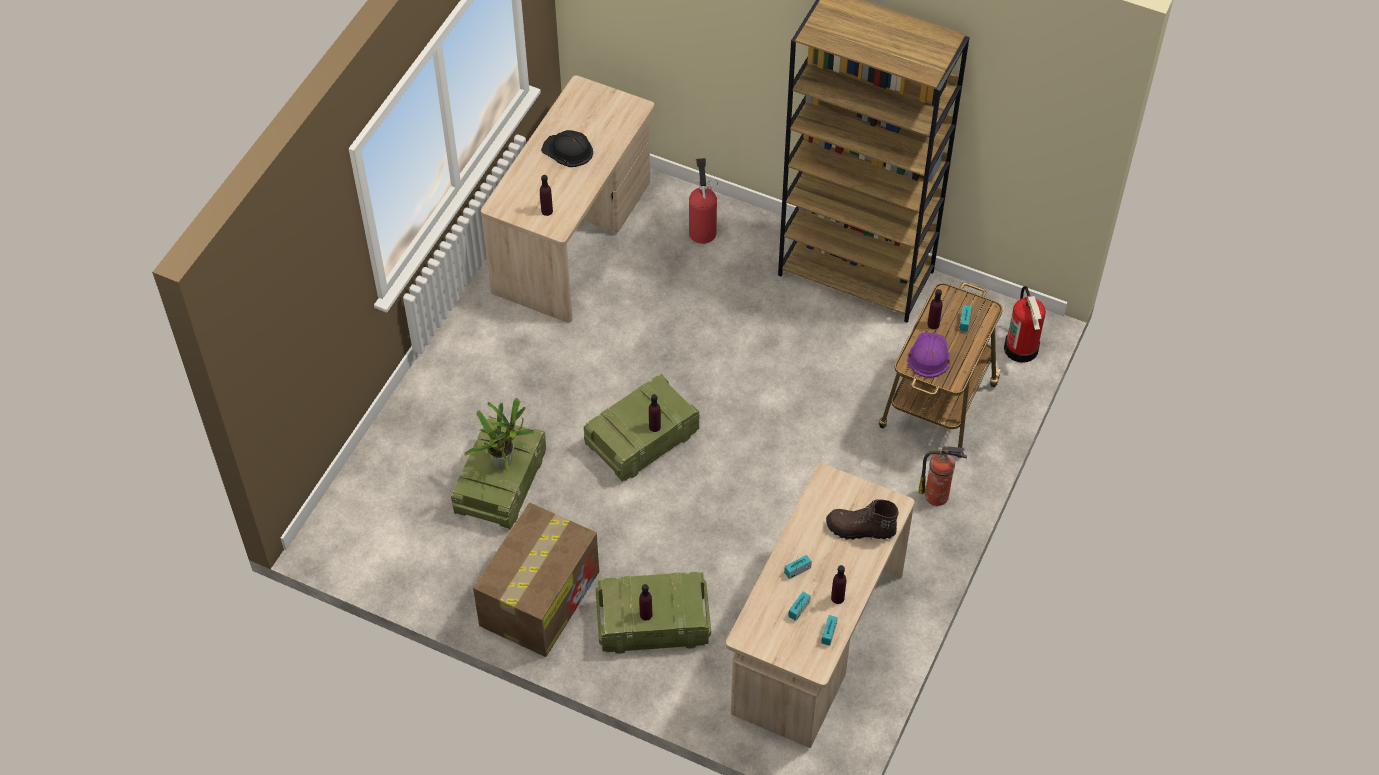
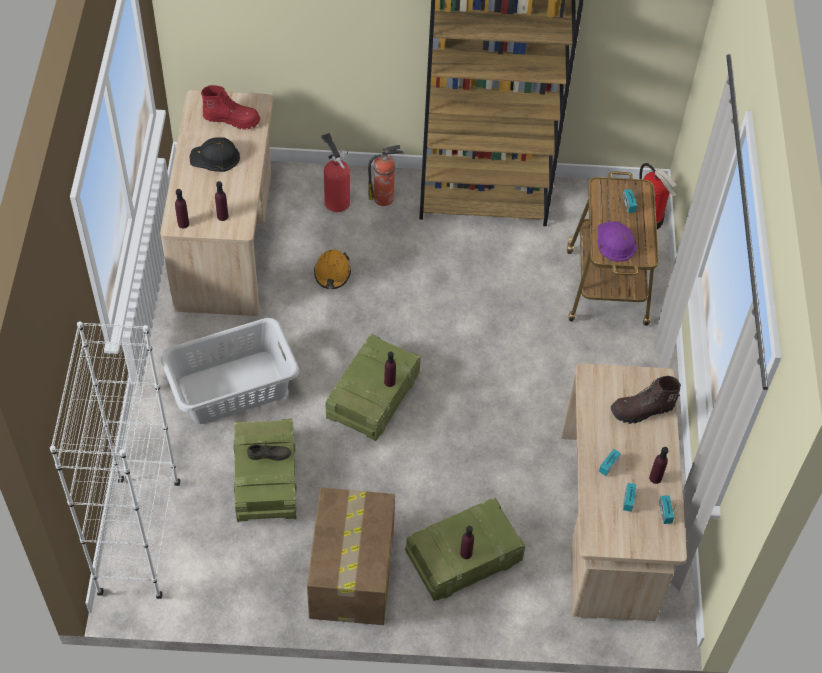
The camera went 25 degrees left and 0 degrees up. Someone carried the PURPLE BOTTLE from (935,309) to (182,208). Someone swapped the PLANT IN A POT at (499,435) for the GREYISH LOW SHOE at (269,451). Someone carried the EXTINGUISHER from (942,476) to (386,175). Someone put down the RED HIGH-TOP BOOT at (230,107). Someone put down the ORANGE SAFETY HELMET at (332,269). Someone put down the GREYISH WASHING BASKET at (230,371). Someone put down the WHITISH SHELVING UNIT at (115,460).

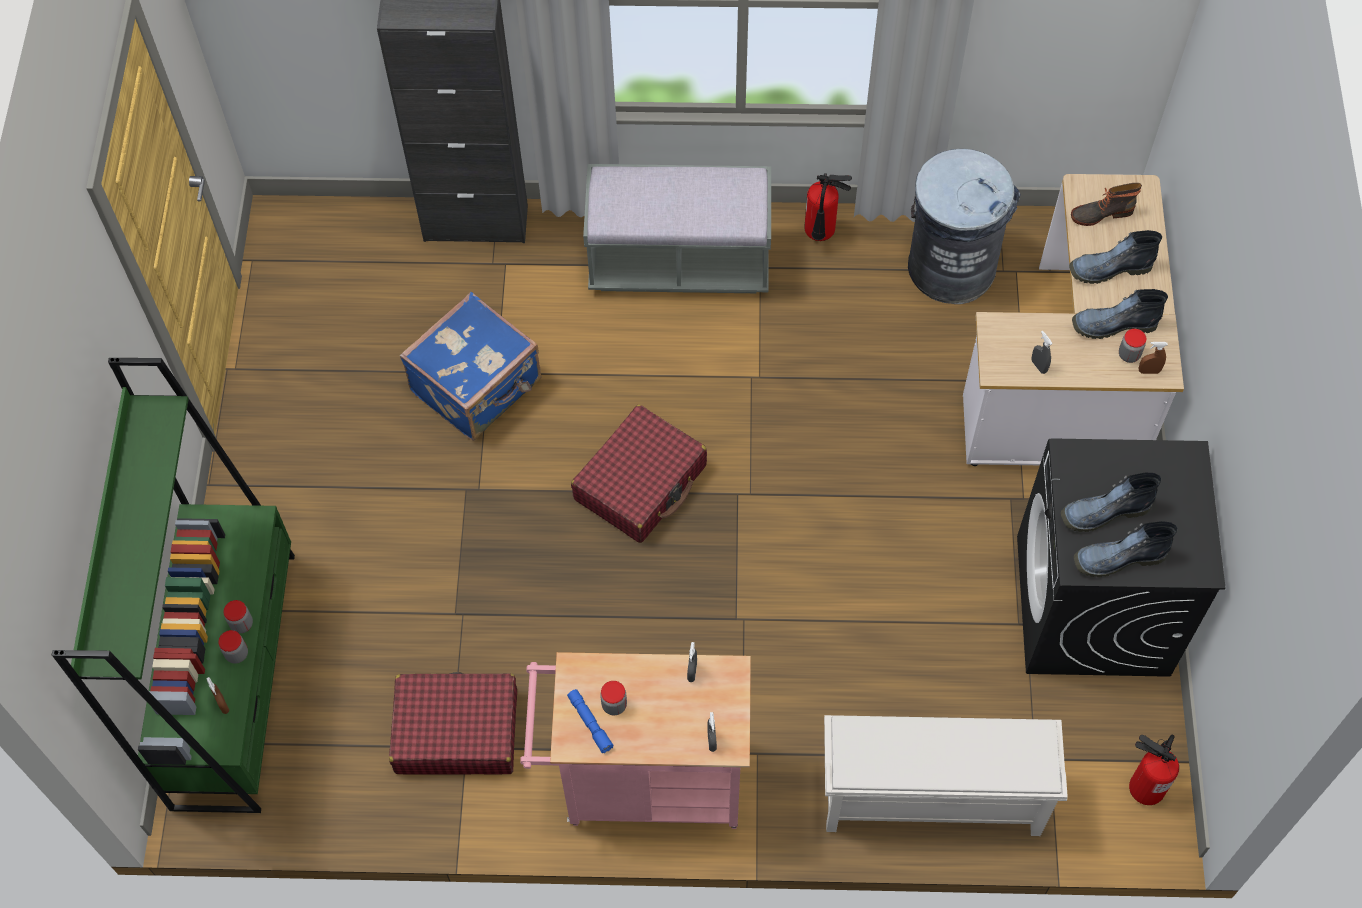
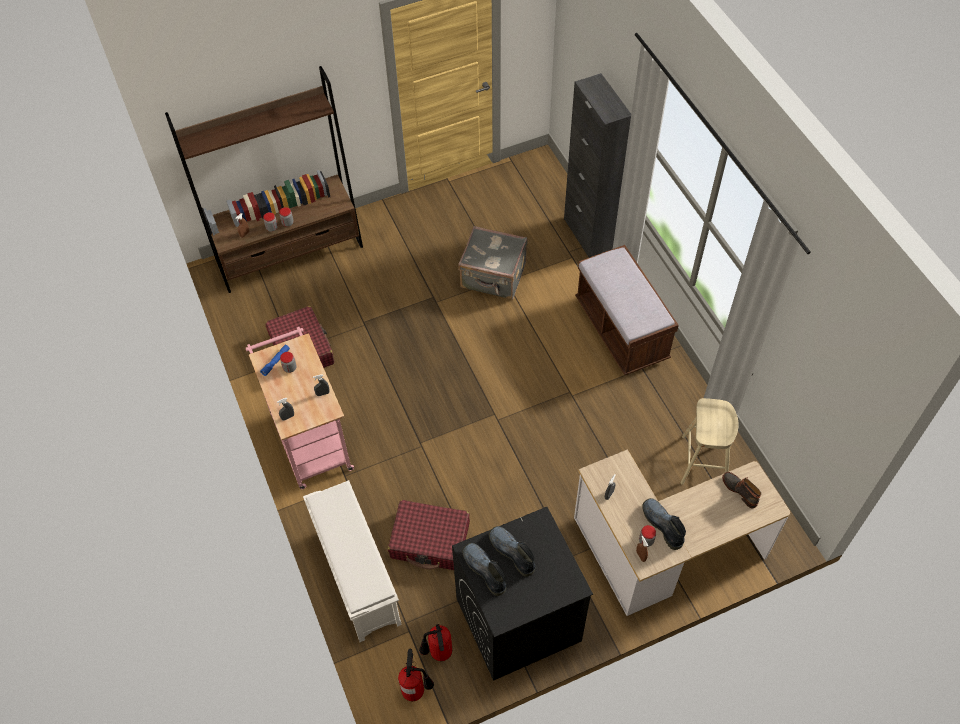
The camera went 65 degrees right and 5 degrees down. Someone swapped the GREYISH WASTE BIN at (964,226) for the BEIGE-COLOURED SITTING STOOL at (710,441). Someone repainted the GREYISH LONG SEAT at (677,228), which became the BROWN-COLOURED LONG SEAT at (627,310). Someone carried the EXTINGUISHER from (828,207) to (435,642). Someone took away the HIGH-TOP BOOT at (1115,257). Someone repainted the BLUE TRAVEL CASE at (471,366), which became the GREYISH TRAVEL CASE at (493,263). Someone repainted the GREENISH SHELVING UNIT at (173,585), which became the BROWN-COLOURED SHELVING UNIT at (264,179). Someone carried the RED TRAVEL CASE from (639,474) to (429,535).

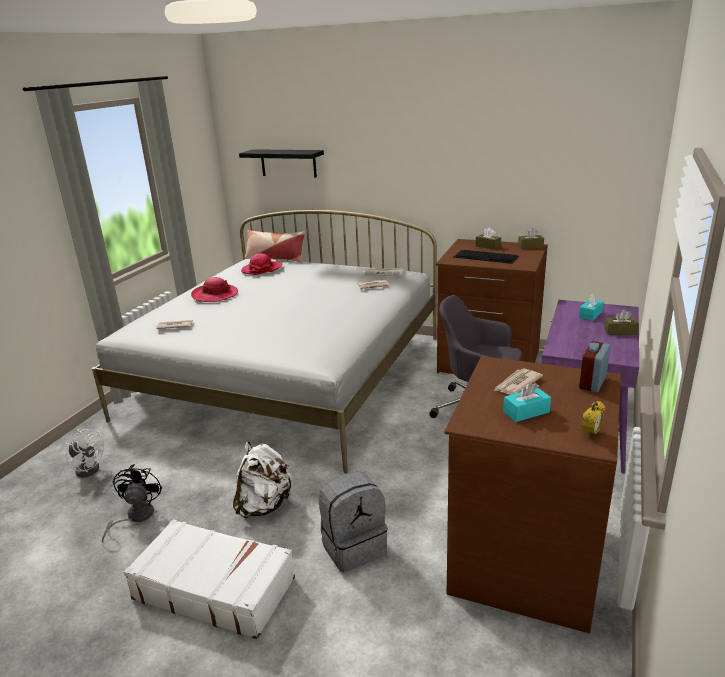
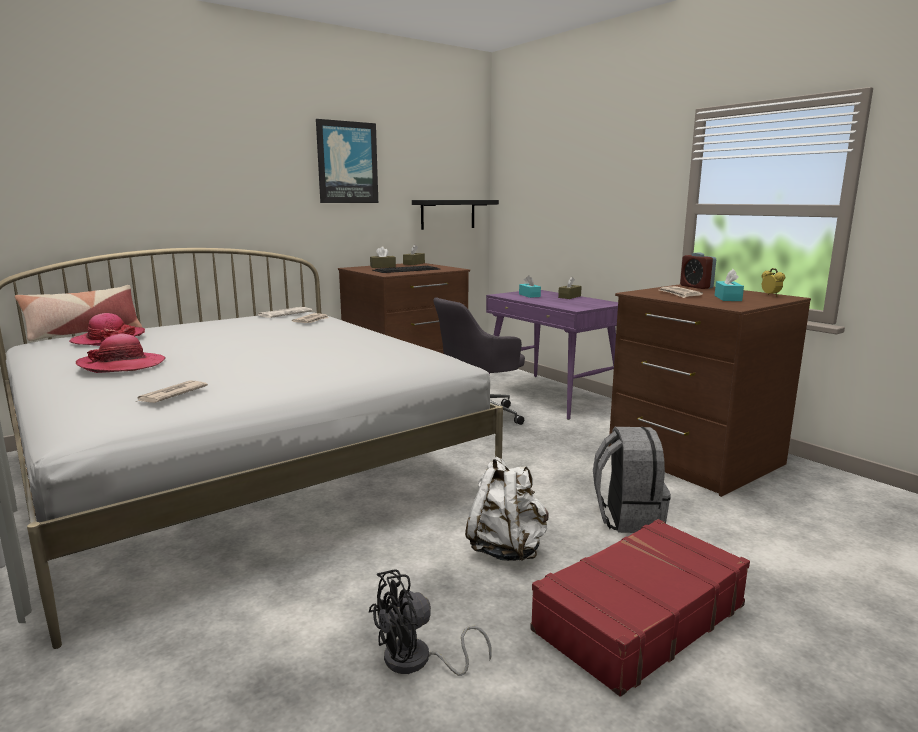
The camera went 60 degrees left and 10 degrees down. Someone carried the BLACK-COLOURED BRACKET SHELF from (281,163) to (455,215). Someone took away the WHITISH COOLING FAN at (84,453). Someone rotated the BLACK-COLOURED COOLING FAN at (132,503) by 60 degrees counterclockwise. Someone repainted the WHITISH TRAVEL CASE at (209,579), which became the RED TRAVEL CASE at (640,608). Someone put up the WALL ART at (347,161).

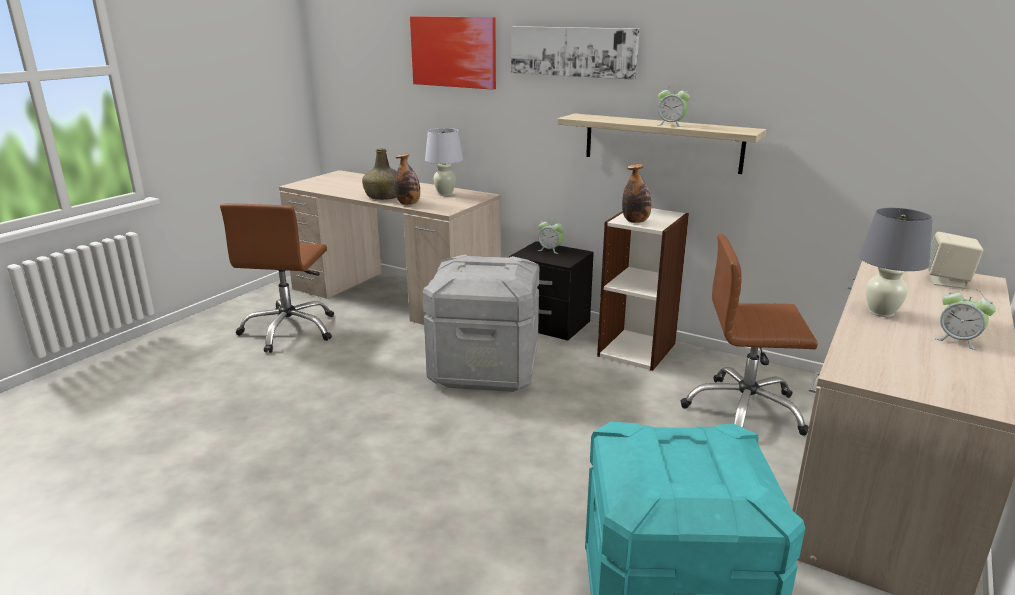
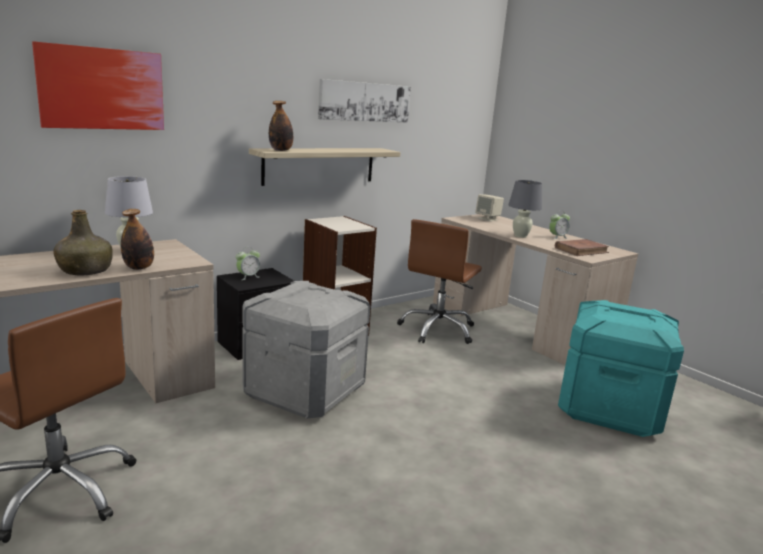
The camera went 70 degrees left and 5 degrees down. Someone carried the WALL ART from (575,53) to (364,101). Someone took away the TABLE CLOCK at (674,106). Someone carried the BOTTLE from (636,193) to (281,126). Someone put down the BROWN-COLOURED BOOK at (582,247).

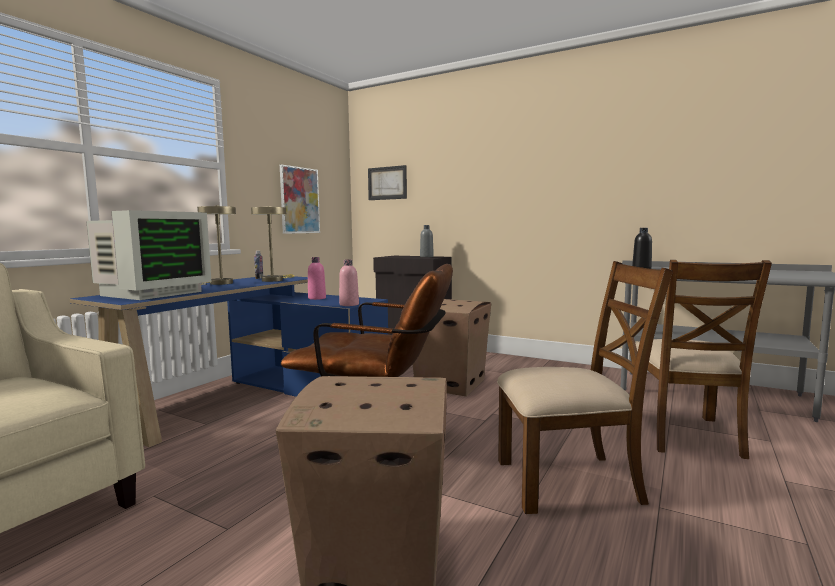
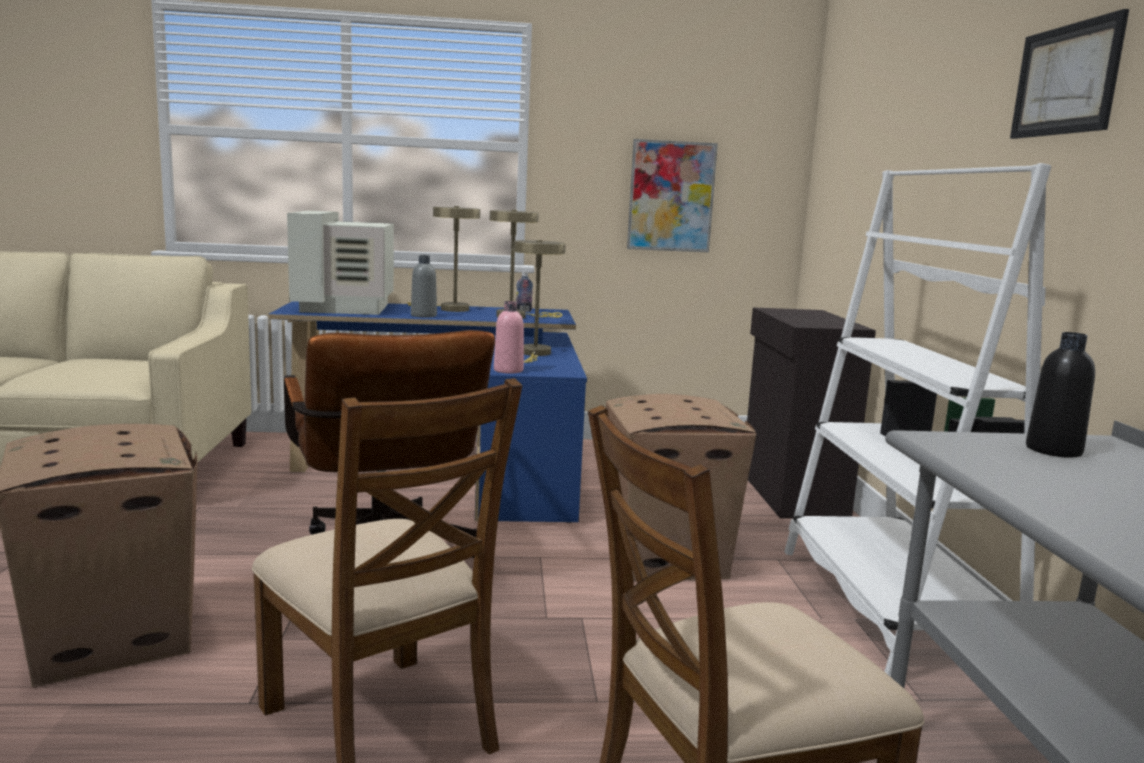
The camera went 55 degrees right and 5 degrees up. Someone carried the WALL ART from (387,182) to (1069,74). Someone rotated the COMPUTER SCREEN at (149,255) by 90 degrees clockwise. Someone carried the GREYISH BOTTLE from (427,241) to (424,286). Someone swapped the PINK BOTTLE at (317,278) for the BEIGE-COLOURED LAMP FOR A TABLE at (539,301). Someone put down the WHITISH SHELVING UNIT at (917,420).

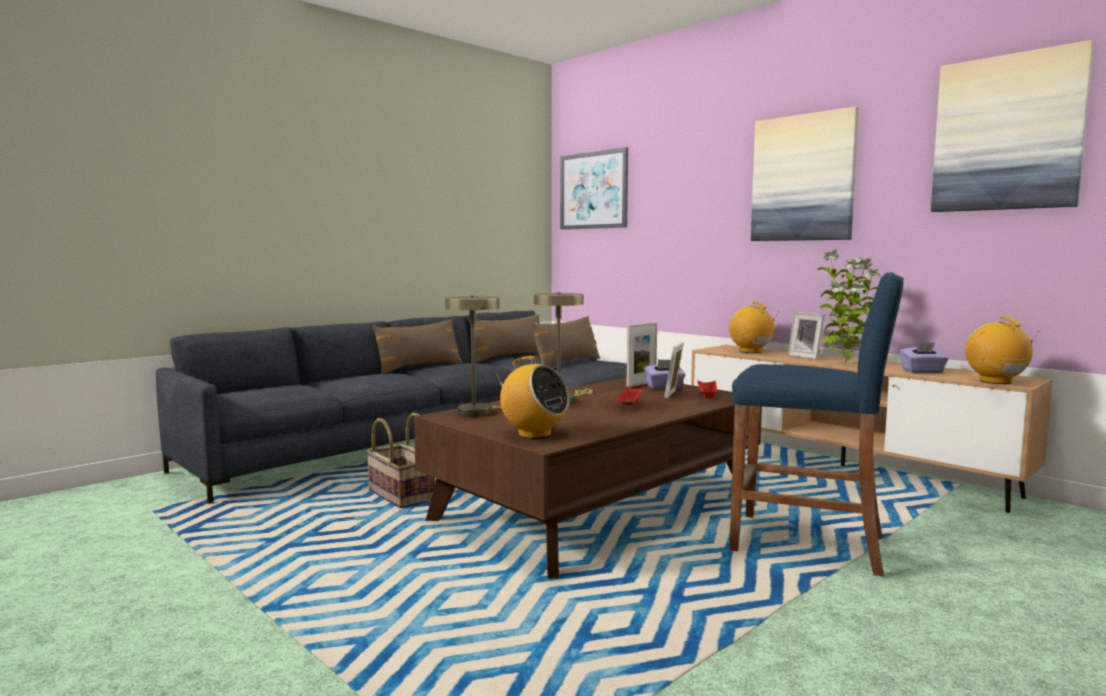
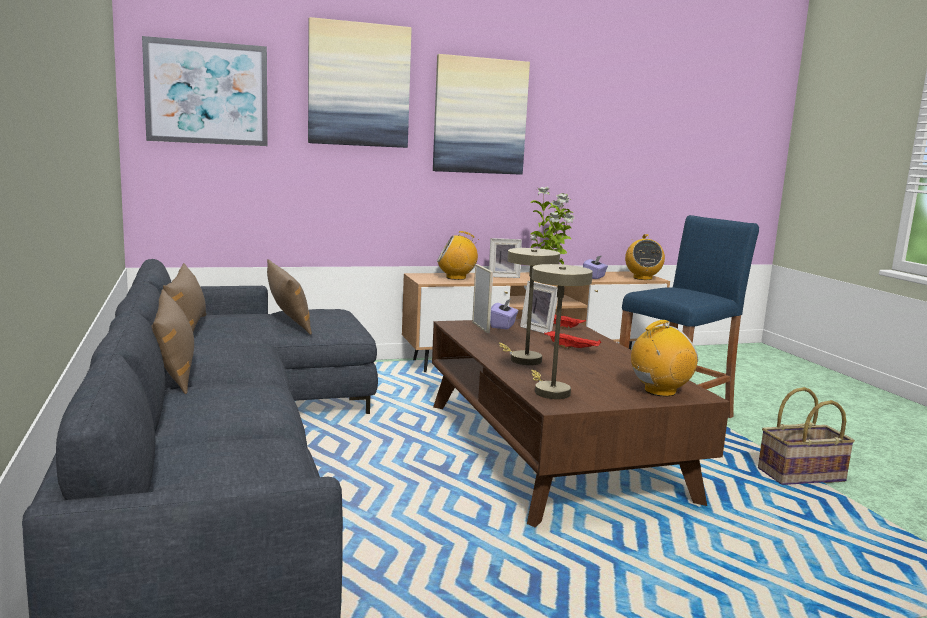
The camera went 65 degrees left and 5 degrees up. Someone carried the WALL ART from (1012,126) to (360,82). Someone rotated the RADIO RECEIVER at (1002,350) by 105 degrees counterclockwise. Someone carried the HOUSEHOLD BASKET from (400,460) to (806,436).

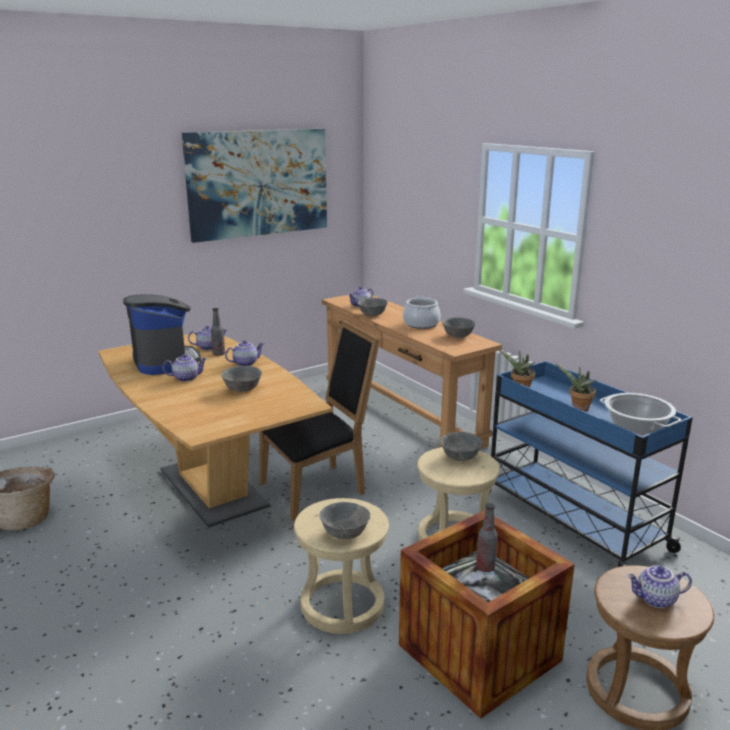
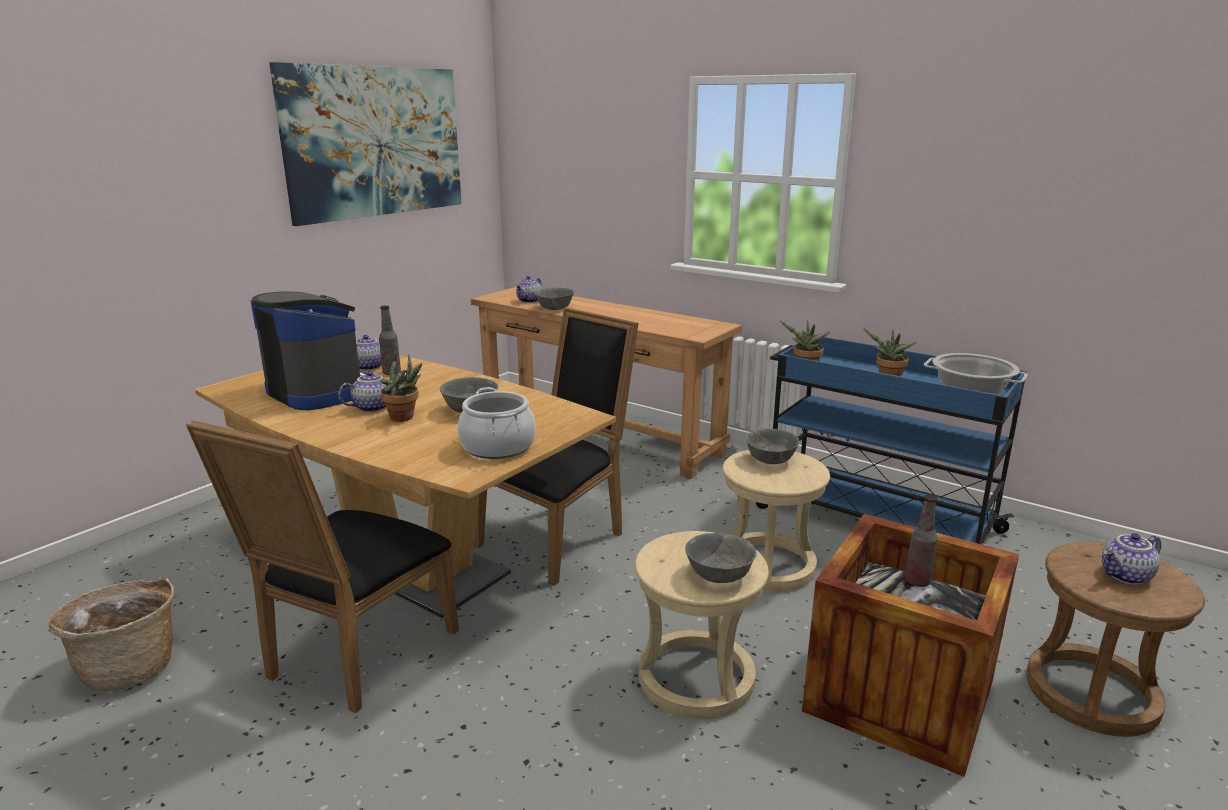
The camera went 20 degrees left and 0 degrees up. Someone carried the SAUCEPOT from (421,312) to (497,423). Someone took away the GREYISH DEEP DISH at (459,327). Someone took away the TEAPOT at (244,353). Someone put down the PLANT IN A POT at (401,388). Someone put down the BLACK-COLOURED PLAIN CHAIR at (322,566).

